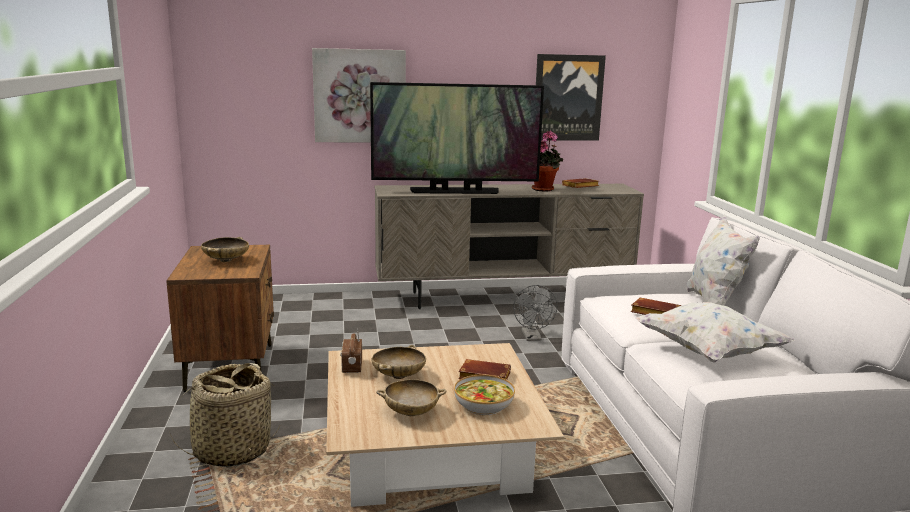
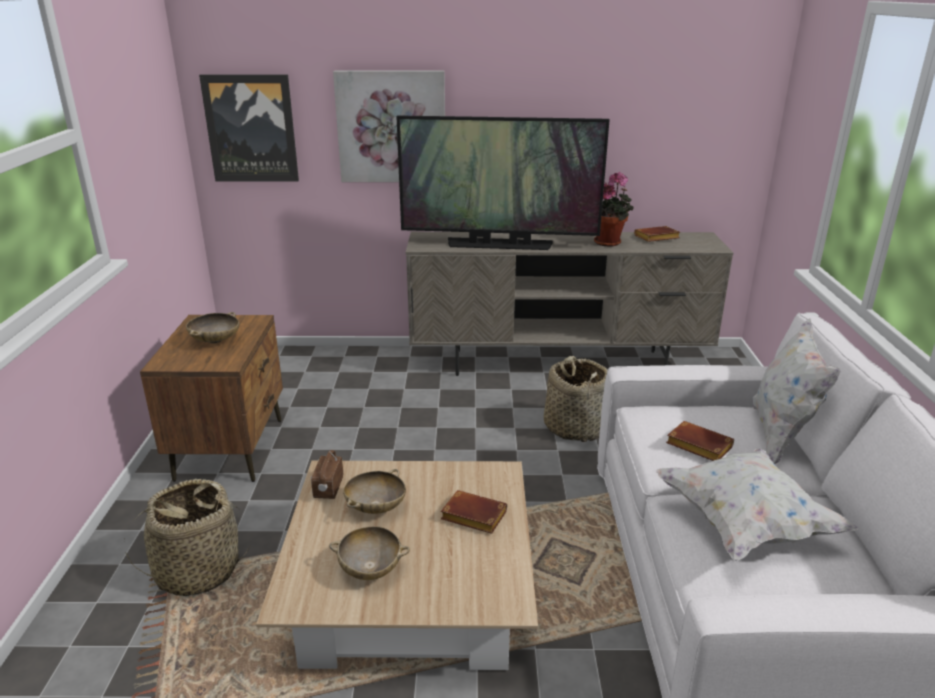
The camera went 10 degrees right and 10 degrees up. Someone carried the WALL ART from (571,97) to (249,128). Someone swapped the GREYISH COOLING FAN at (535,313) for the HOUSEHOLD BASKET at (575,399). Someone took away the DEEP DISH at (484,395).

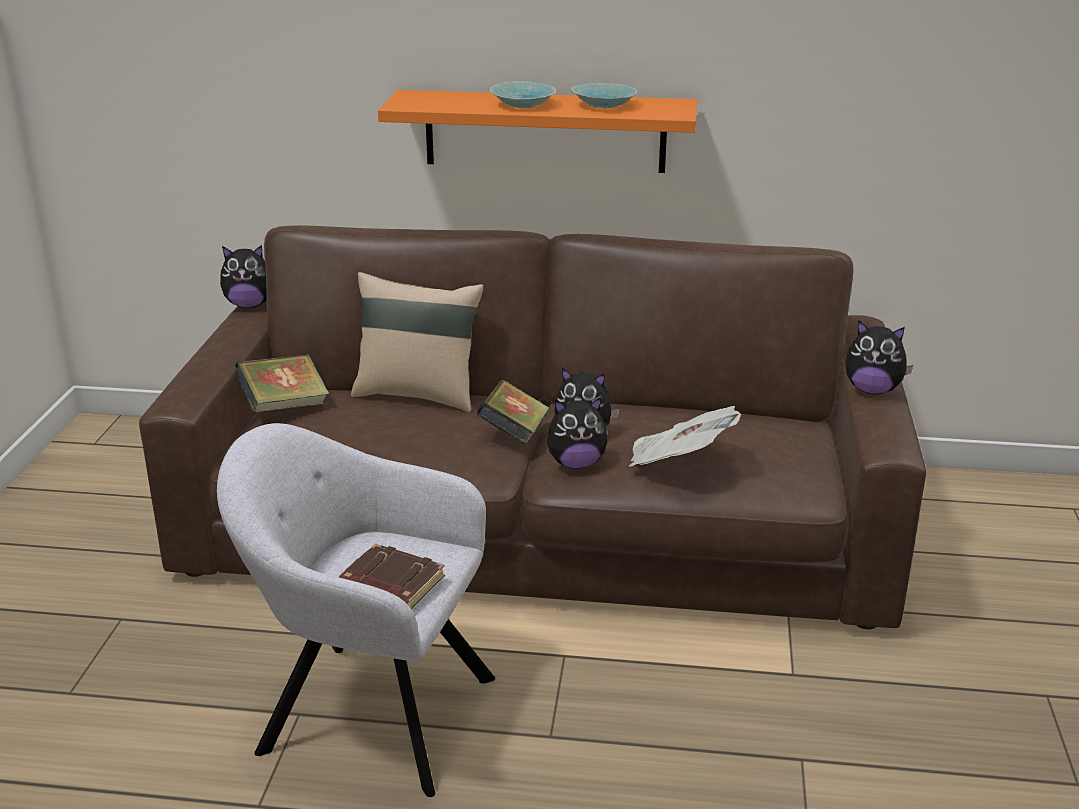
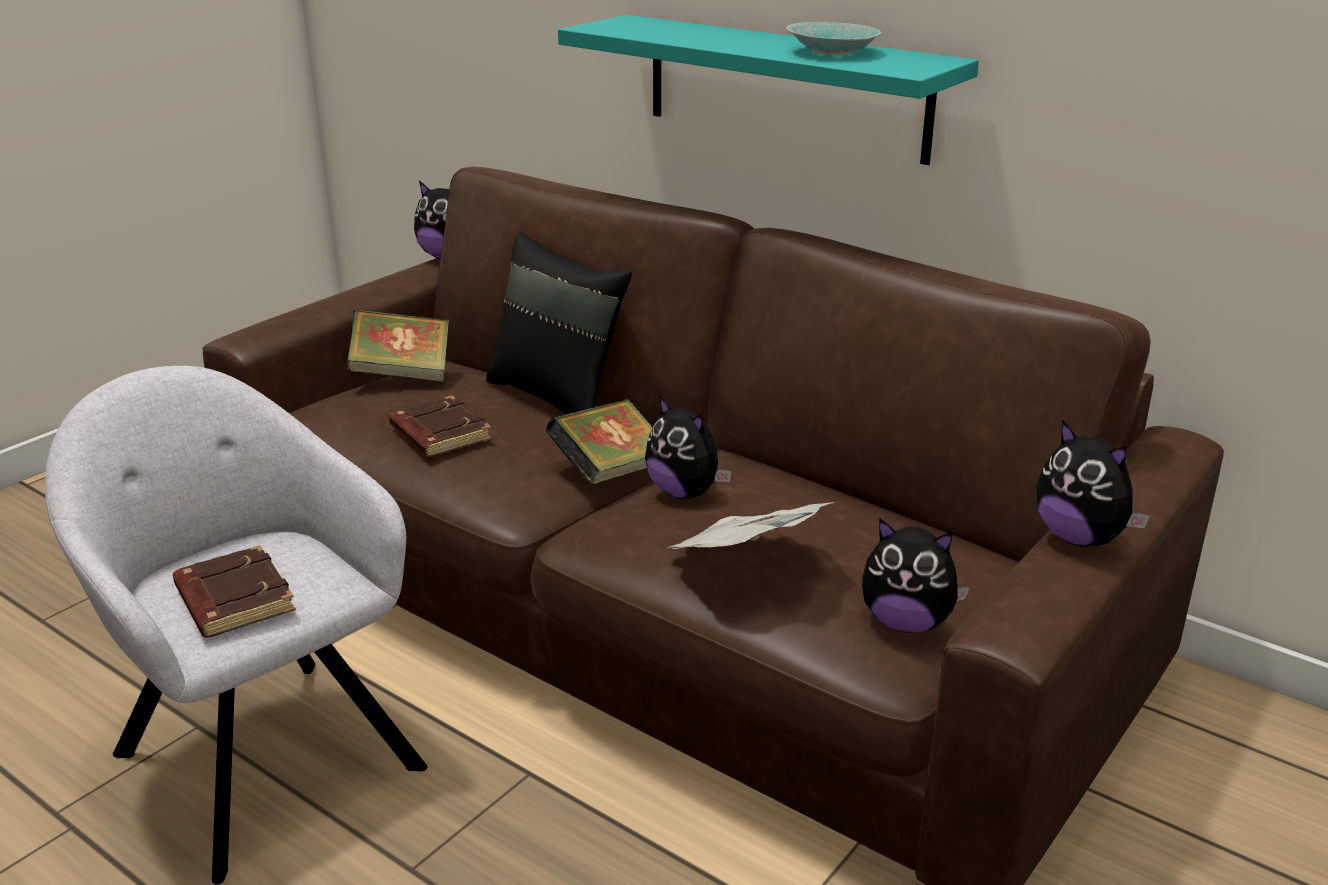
The camera went 30 degrees right and 0 degrees up. Someone took away the TURQUOISE DEEP DISH at (523,94). Someone repainted the ORANGE BRACKET SHELF at (537,131), which became the TURQUOISE BRACKET SHELF at (768,90). Someone repainted the BEIGE-COLOURED CUSHION at (417,342), which became the BLACK-COLOURED CUSHION at (559,323). Someone carried the CUDDLY TOY from (577,433) to (916,576). Someone put down the BROWN-COLOURED BOOK at (440,426).

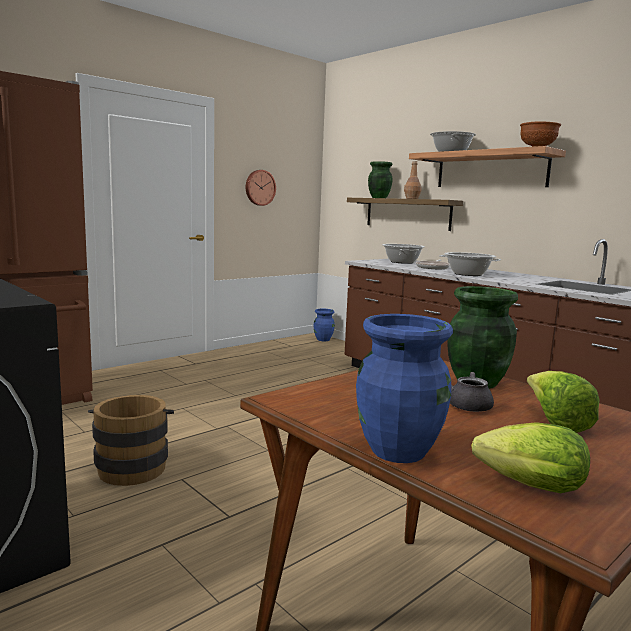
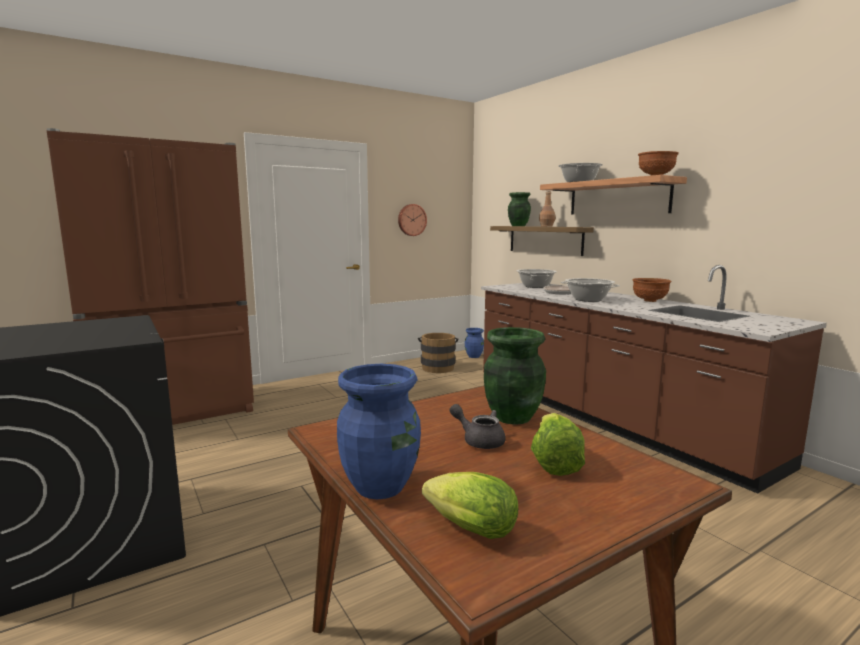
The camera went 10 degrees right and 0 degrees up. Someone carried the BROWN-COLOURED PAIL from (131,440) to (438,353). Someone put down the BROWN-COLOURED DEEP DISH at (651,290).

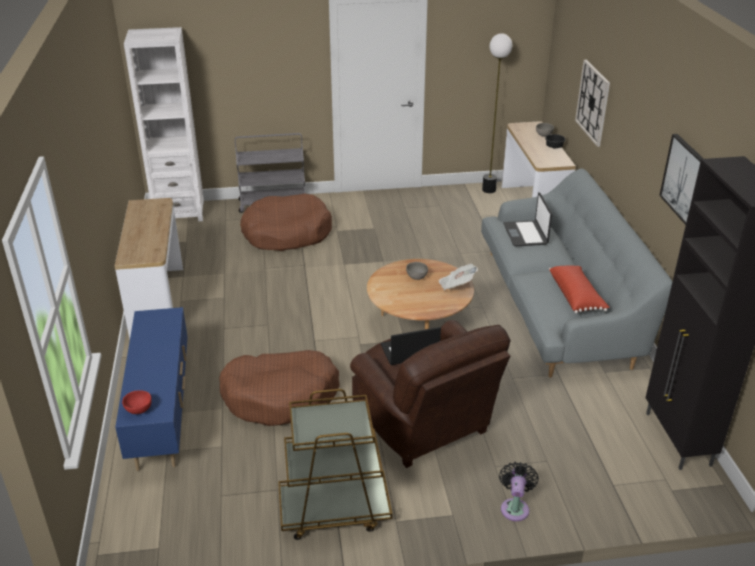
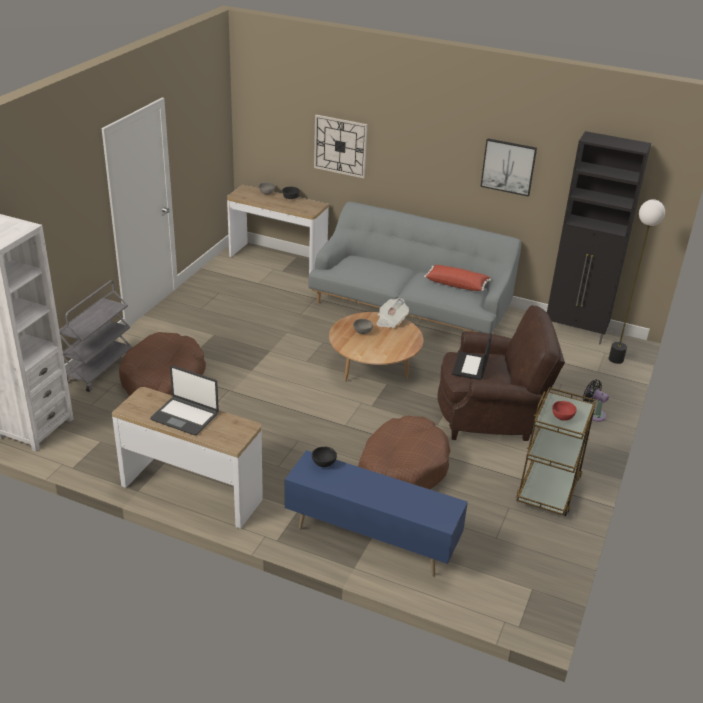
The camera went 60 degrees left and 0 degrees up. Someone carried the STANDARD LAMP from (497,113) to (637,281). Someone carried the PORTABLE COMPUTER from (527,219) to (184,400). Someone carried the RED DEEP DISH from (137,402) to (564,411). Someone put down the BLACK-COLOURED DEEP DISH at (324,457).

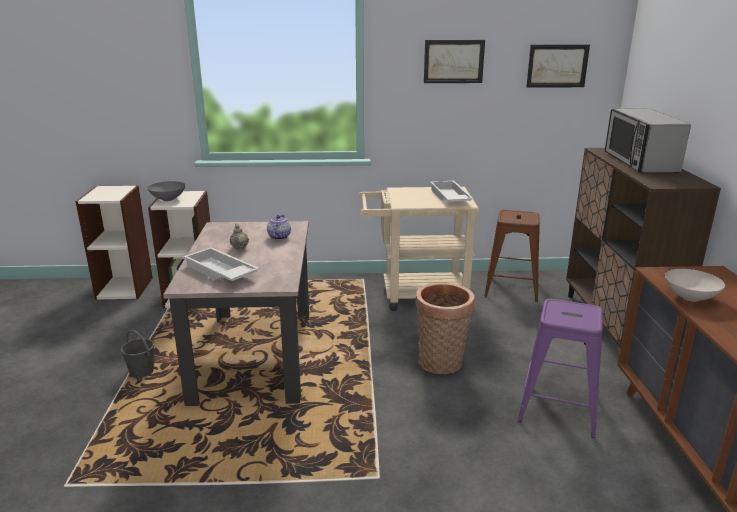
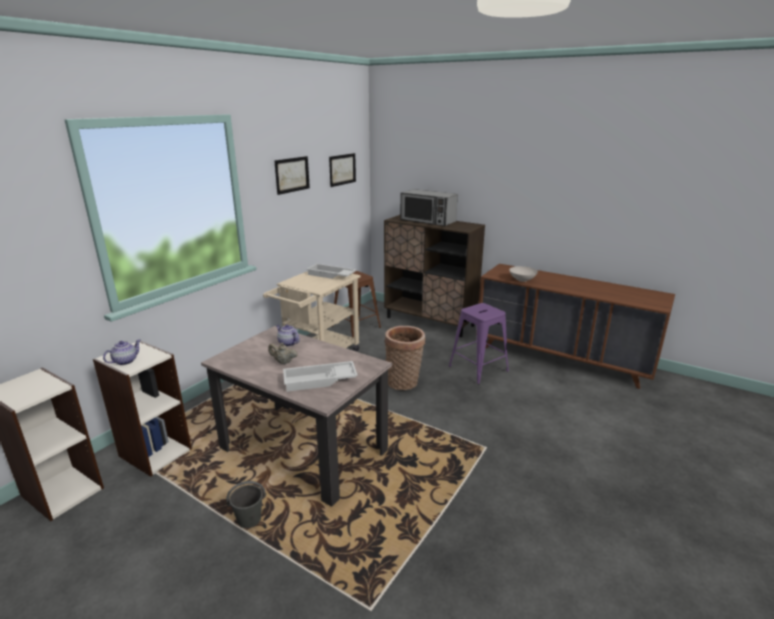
The camera went 55 degrees left and 0 degrees up. Someone swapped the GREYISH DEEP DISH at (166,191) for the TEAPOT at (122,352).

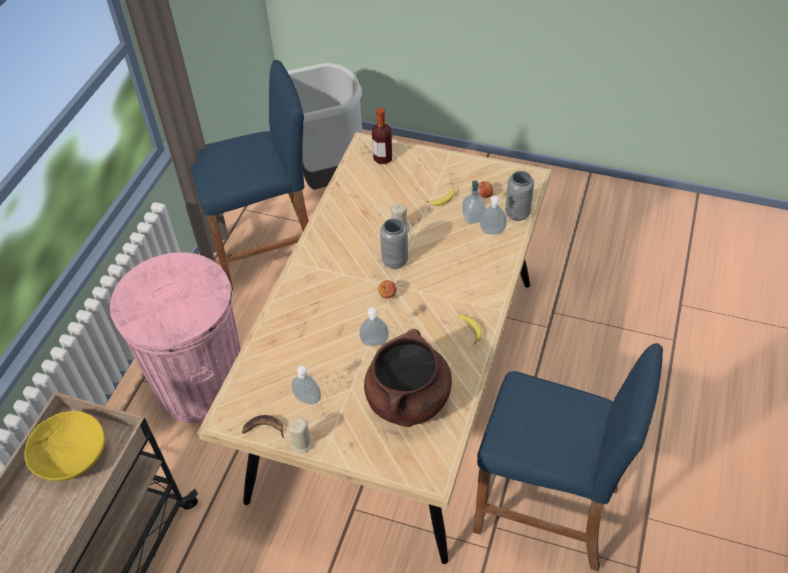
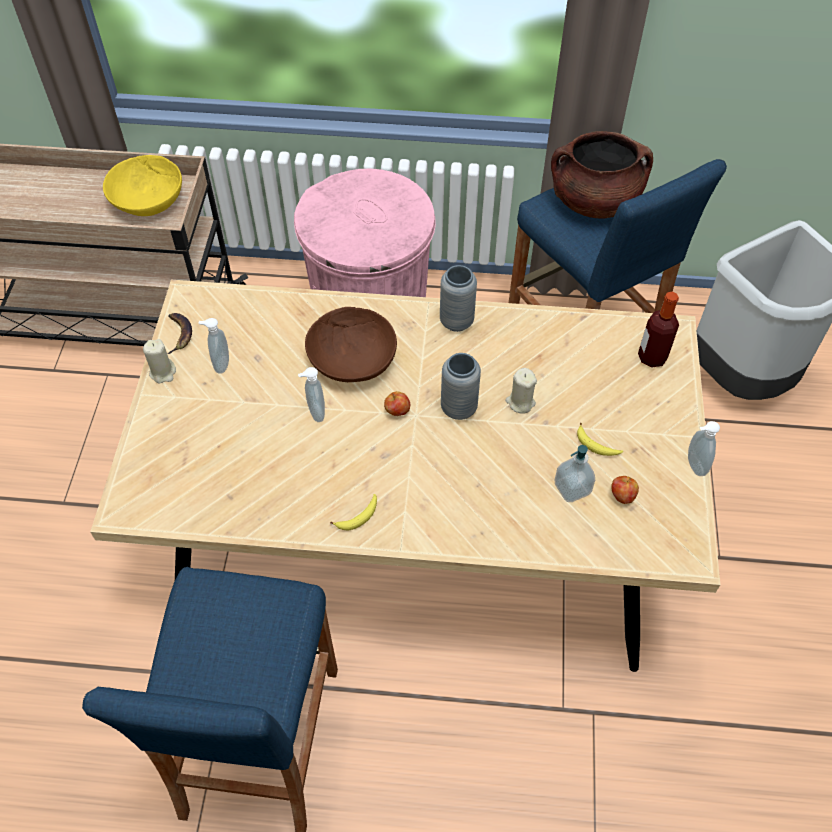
The camera went 75 degrees right and 5 degrees up. Someone carried the GREYISH FLOWER VASE from (519,196) to (458,298). Someone carried the LIQUID SOAP BOTTLE from (493,215) to (704,448). Someone carried the BROWN-COLOURED SAUCEPOT from (408,378) to (602,175). Someone put down the BROWN-COLOURED DEEP DISH at (351,344).

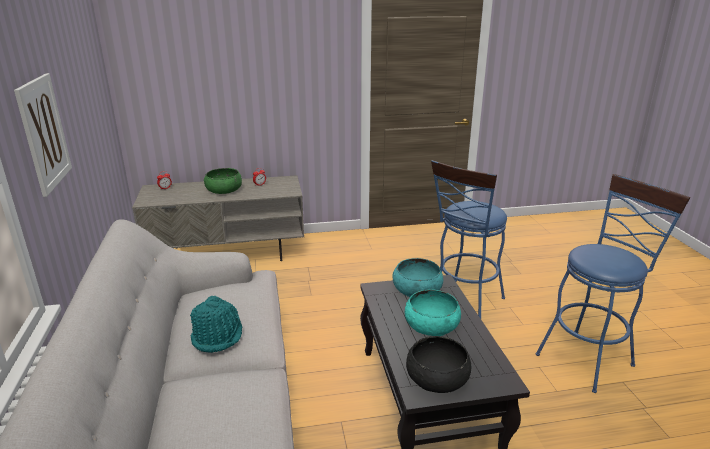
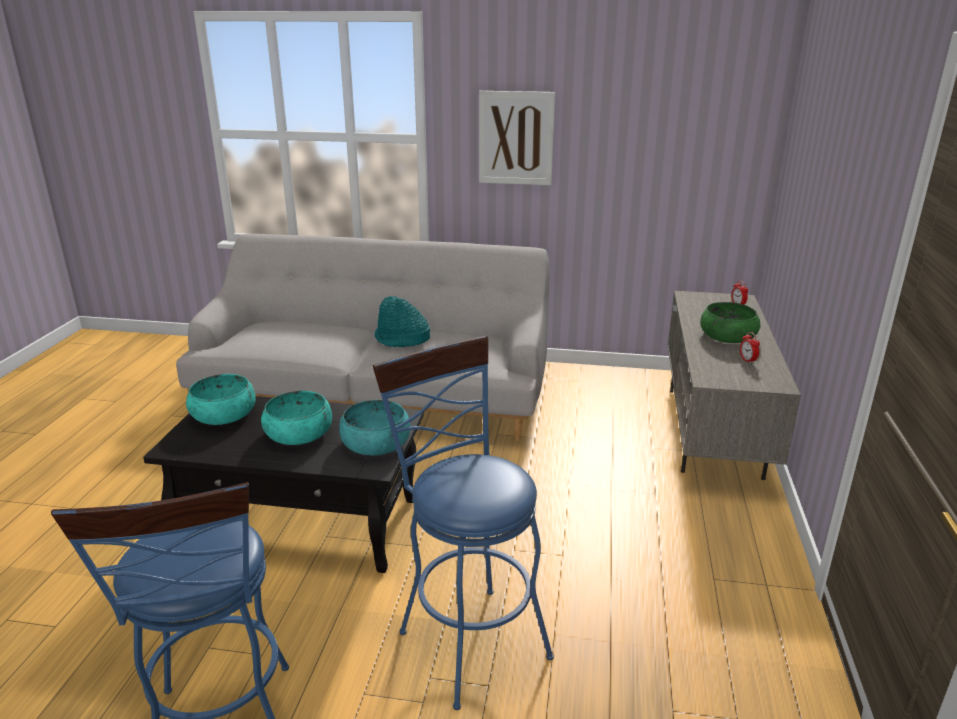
The camera went 110 degrees right and 0 degrees up. Someone repainted the BLACK-COLOURED DEEP DISH at (438,364), which became the TURQUOISE DEEP DISH at (221,399).

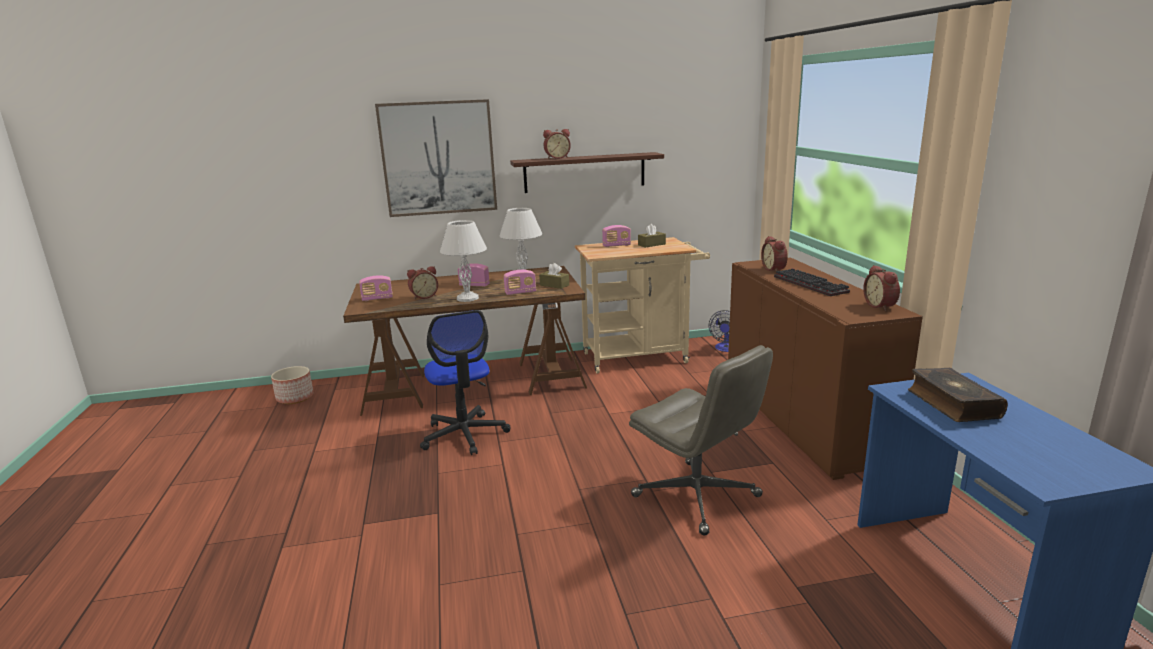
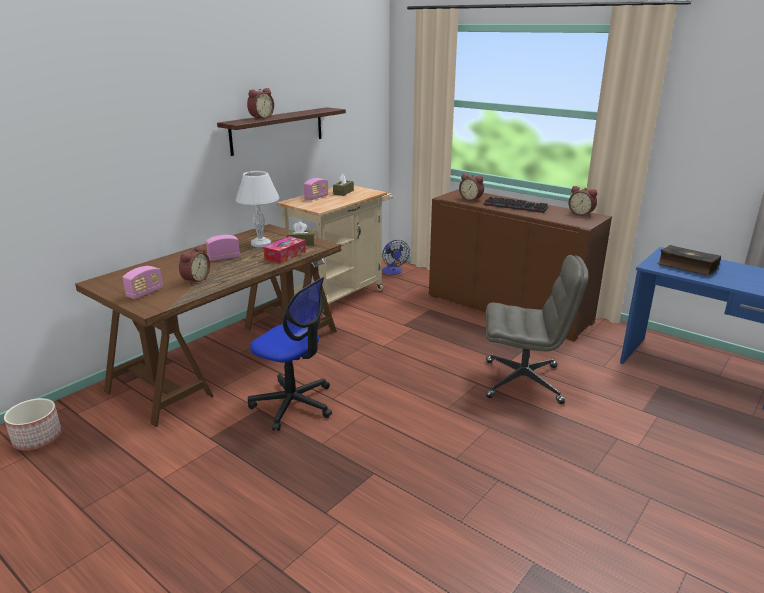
The camera went 40 degrees left and 5 degrees up. Someone took away the WALL ART at (436,158). Someone took away the WHITISH LAMP FOR A TABLE at (463,261). Someone swapped the RADIO RECEIVER at (520,282) for the BOX OF TISSUES at (284,250).

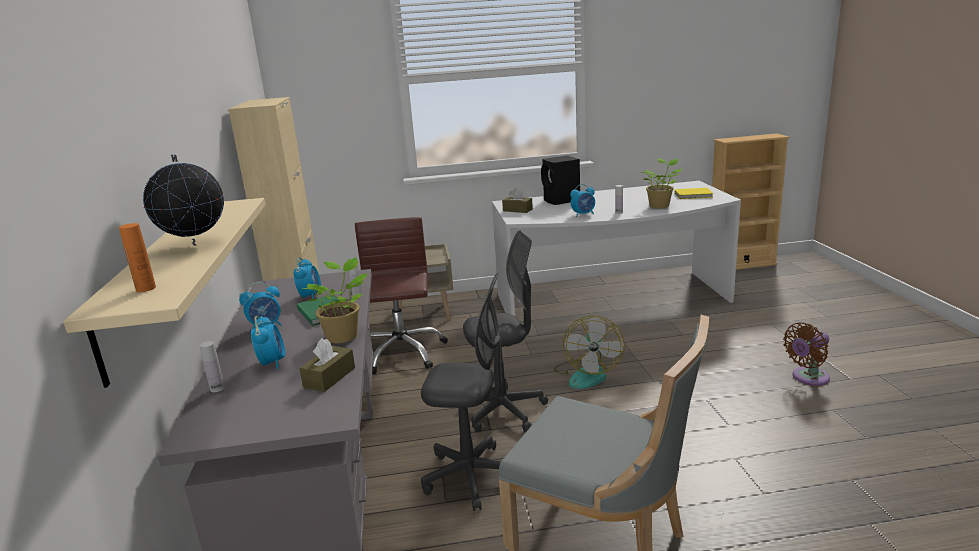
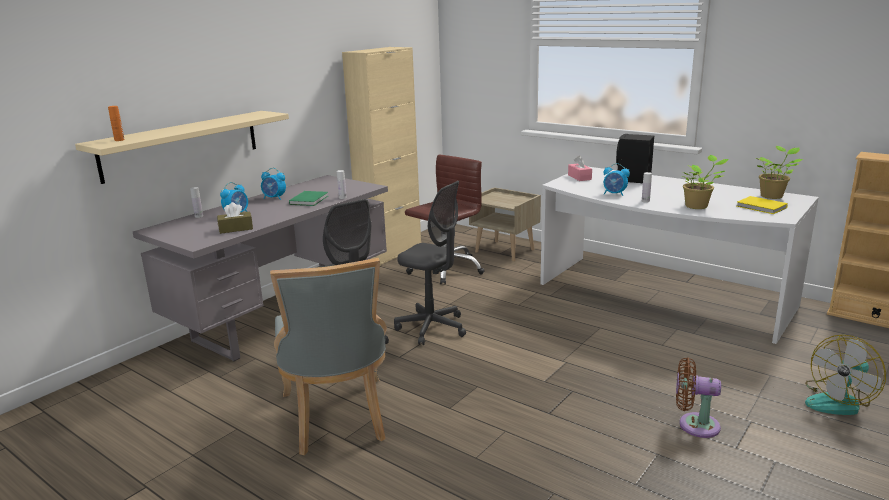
The camera went 45 degrees right and 0 degrees up. Someone took away the DESK GLOBE at (183,200). Someone repainted the BROWN-COLOURED BOX OF TISSUES at (517,200), which became the PINK BOX OF TISSUES at (580,168). Someone took away the TABLE CLOCK at (307,278). Someone carried the PLANT IN A POT from (335,300) to (779,172). Someone carried the COOLING FAN from (589,352) to (845,375).

